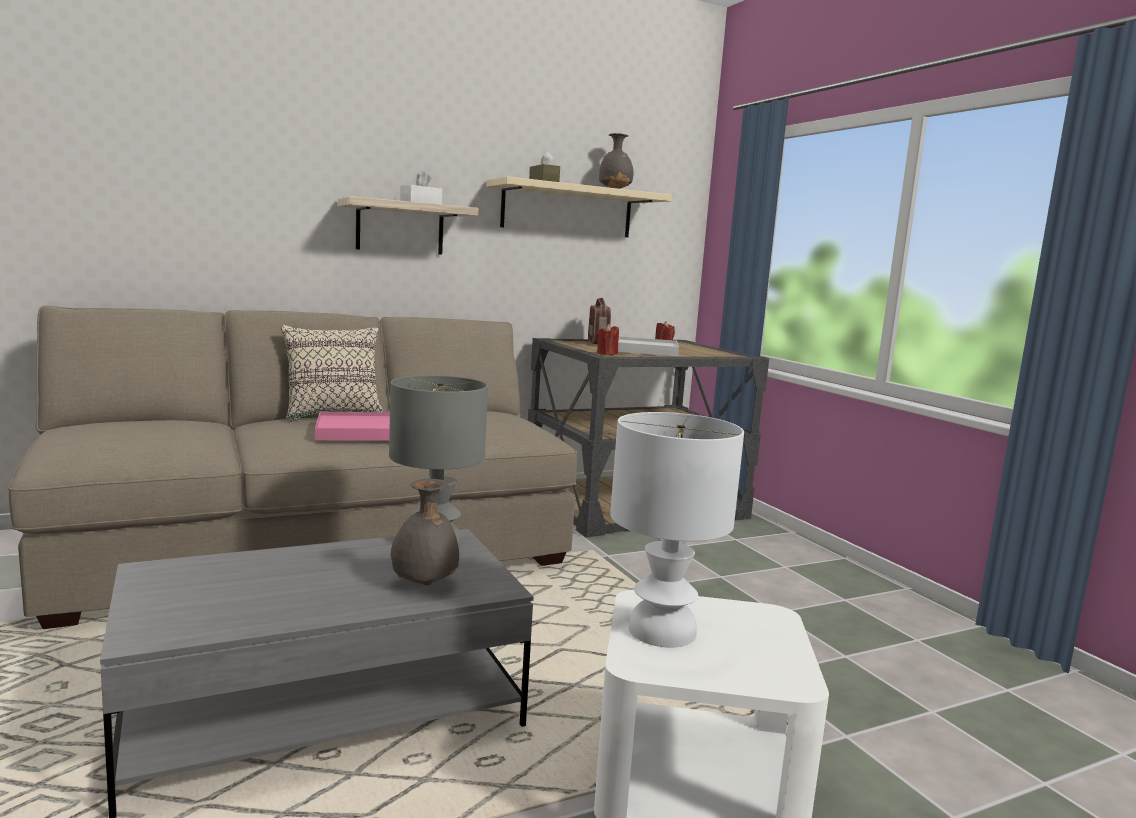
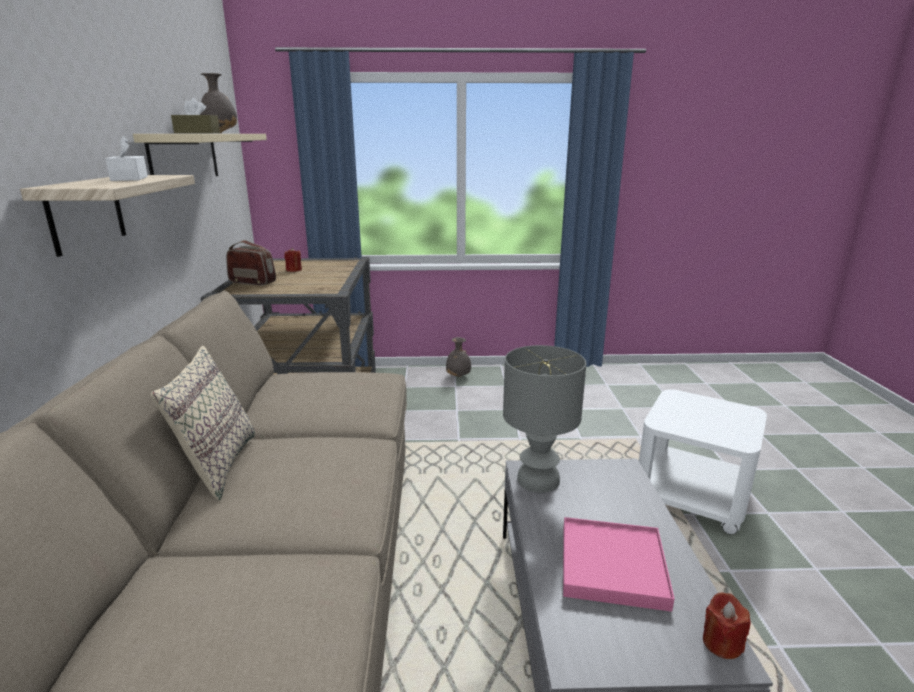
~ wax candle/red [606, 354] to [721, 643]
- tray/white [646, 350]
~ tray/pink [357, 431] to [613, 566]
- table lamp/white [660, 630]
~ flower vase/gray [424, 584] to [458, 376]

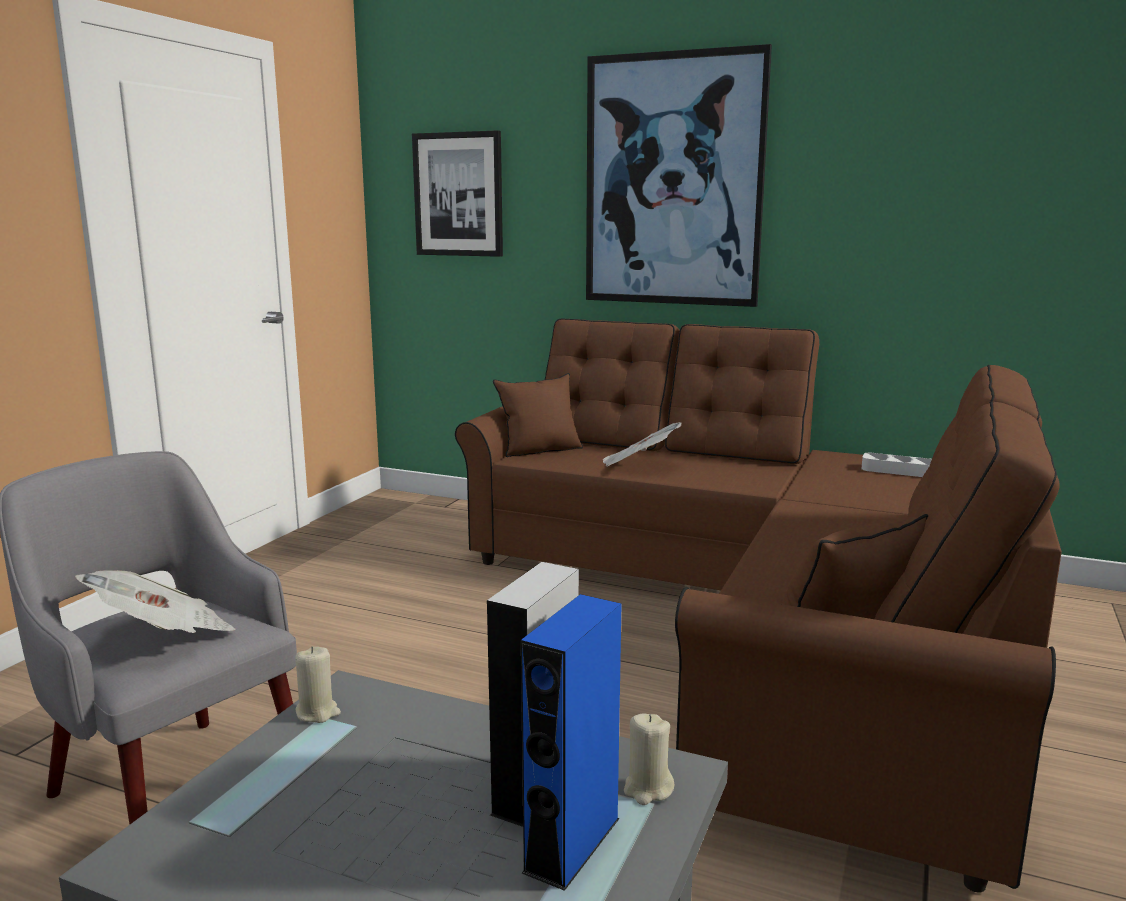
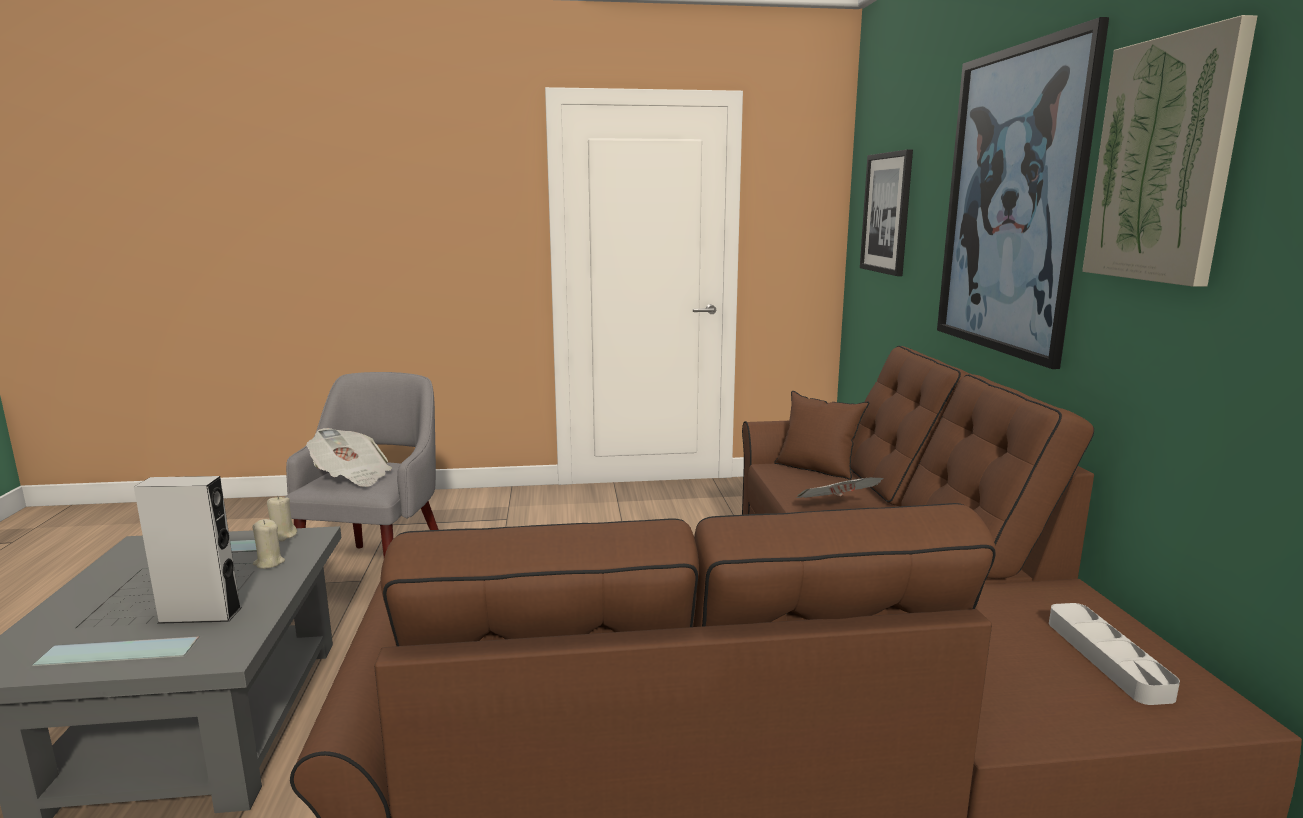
- audio speaker/blue [572, 844]
~ wax candle/sand-coloured [647, 789] to [269, 563]
+ picture [1164, 161]

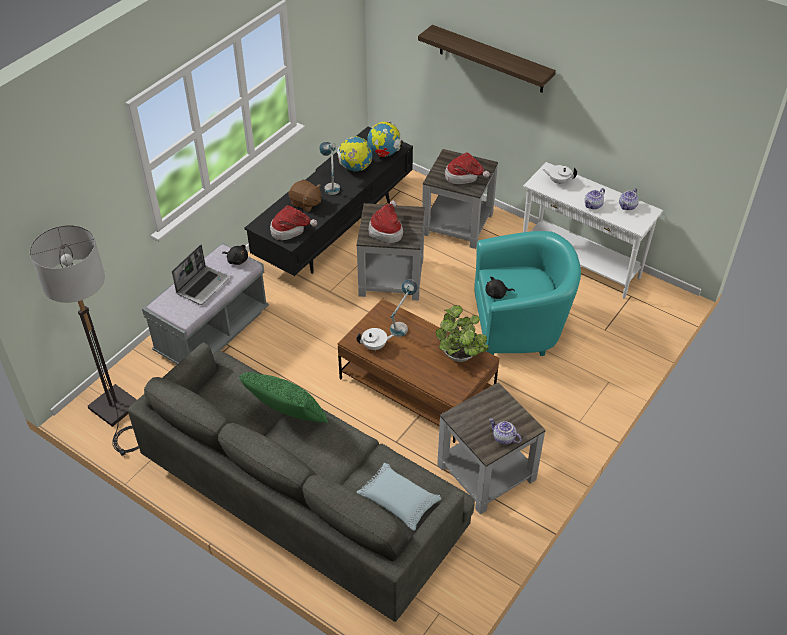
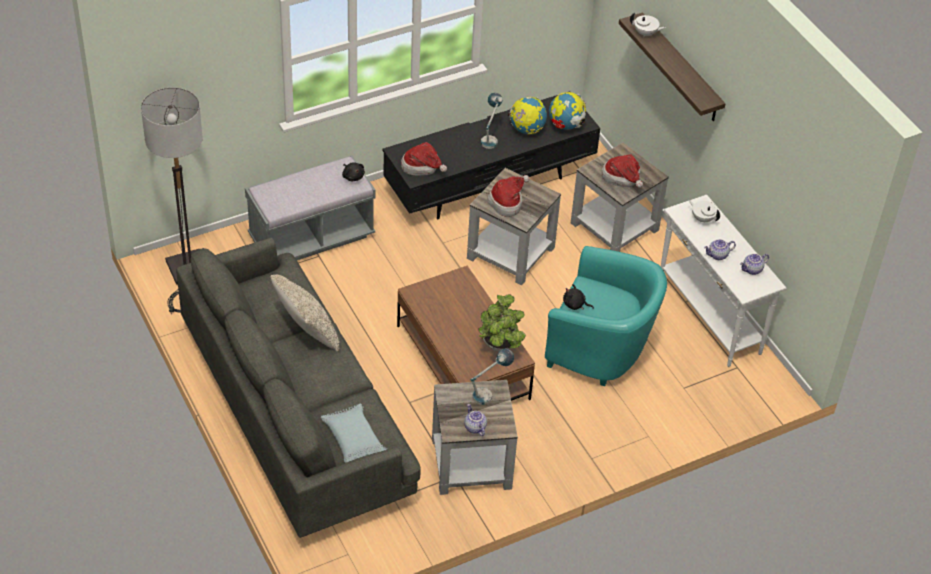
- cuddly toy/brownish [305, 204]
- portable computer [203, 285]
~ table lamp [402, 325] to [489, 393]
~ tea pot/white [375, 346] to [645, 33]
~ pillow/green [287, 418] to pillow/sand-coloured [307, 333]

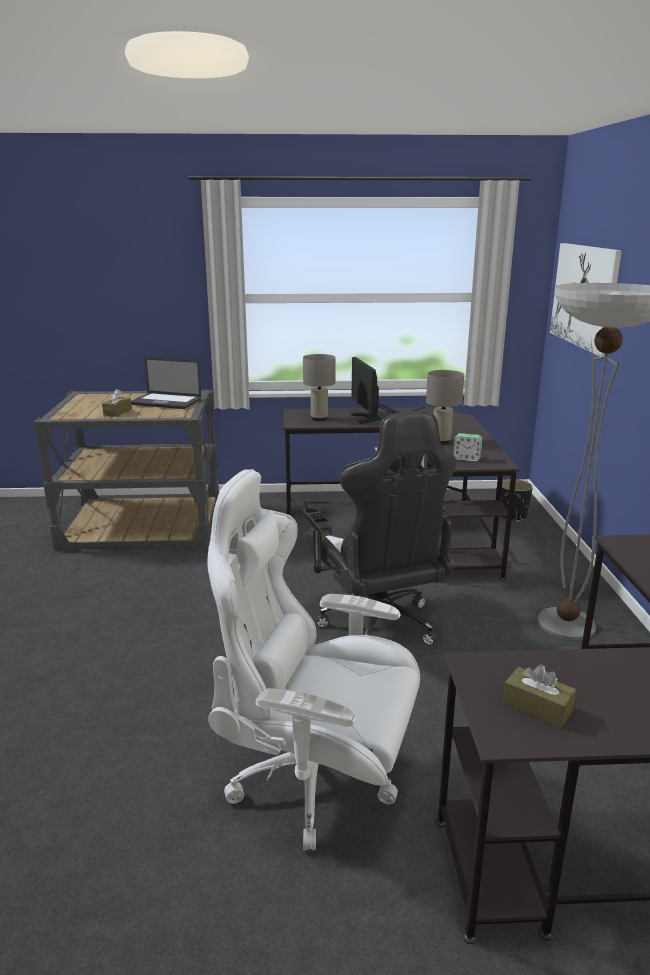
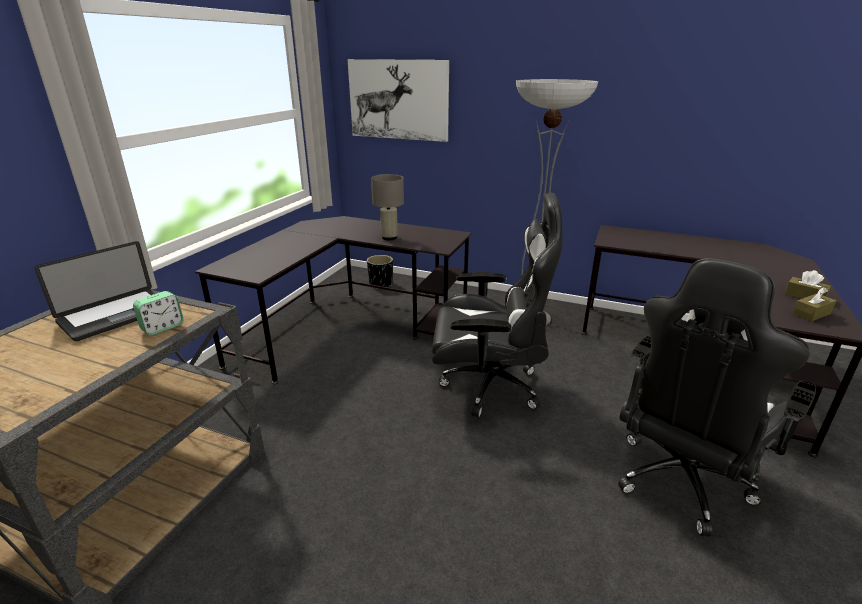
- table lamp/gray [318, 419]
- computer display [377, 417]
~ box of tissues/brownish [117, 412] to [805, 296]
~ table clock [466, 458] to [162, 327]
~ desk chair/white [321, 783] to desk chair/black-coloured [683, 476]

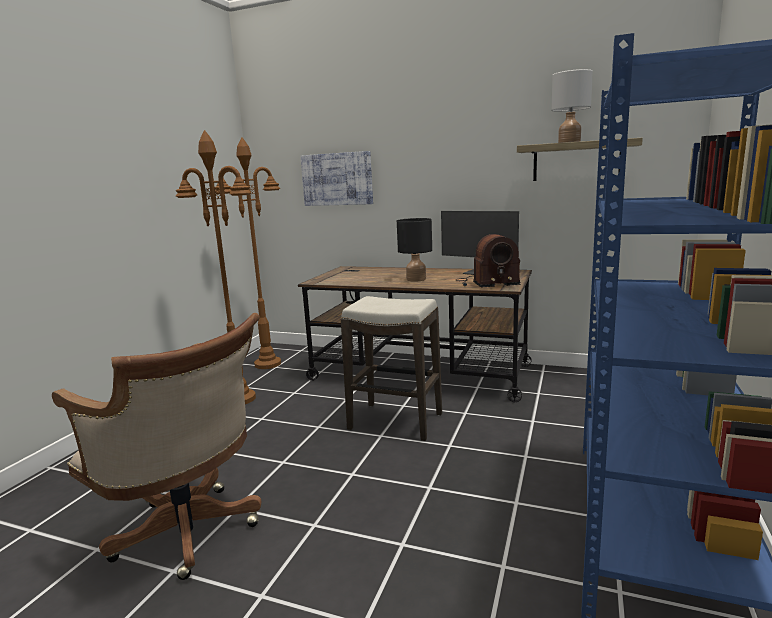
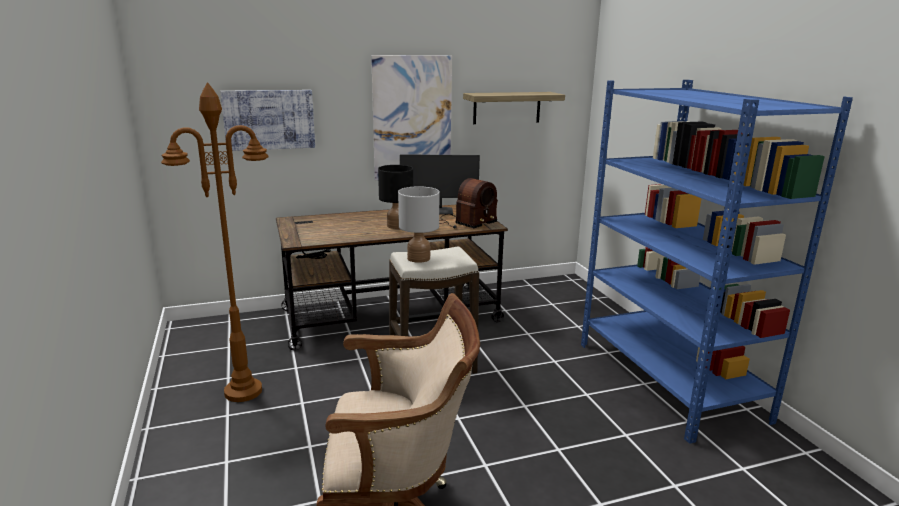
~ table lamp/gray [569, 142] to [418, 258]
- standing lamp/brownish [268, 364]
+ picture [412, 118]

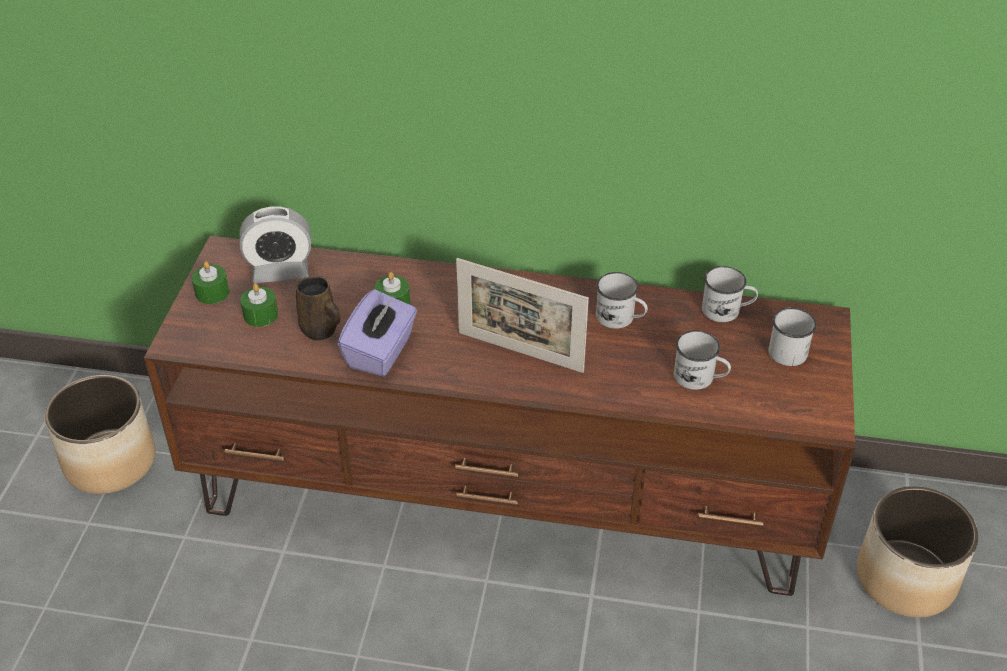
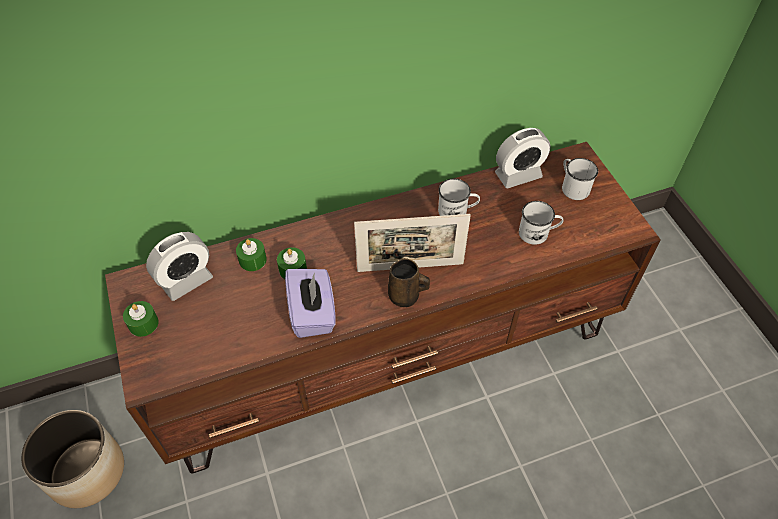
~ mug/white [727, 310] to table clock [518, 175]
~ mug/brownish [321, 331] to [405, 297]
~ wax candle/green [260, 315] to [252, 260]
- plant pot [906, 579]

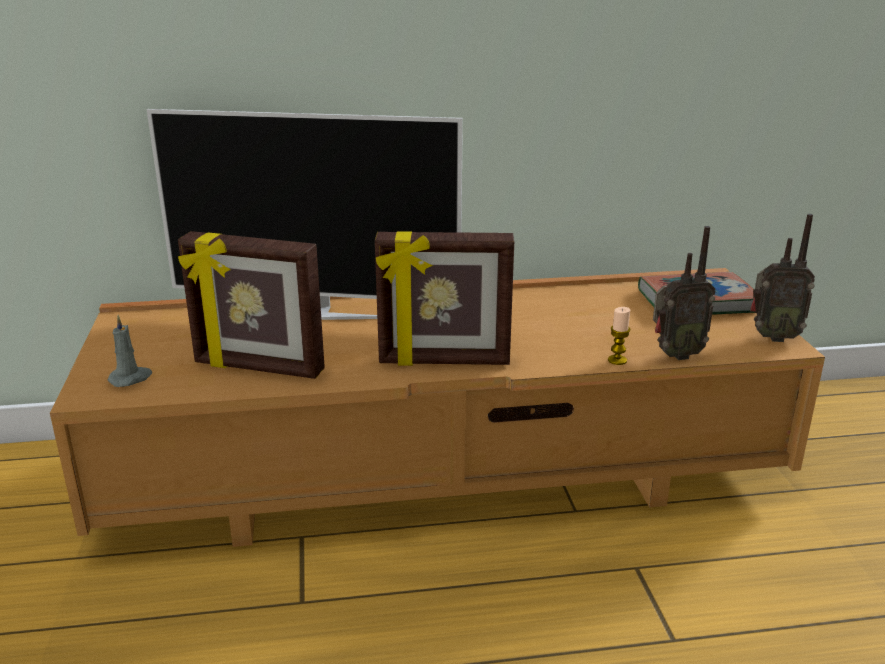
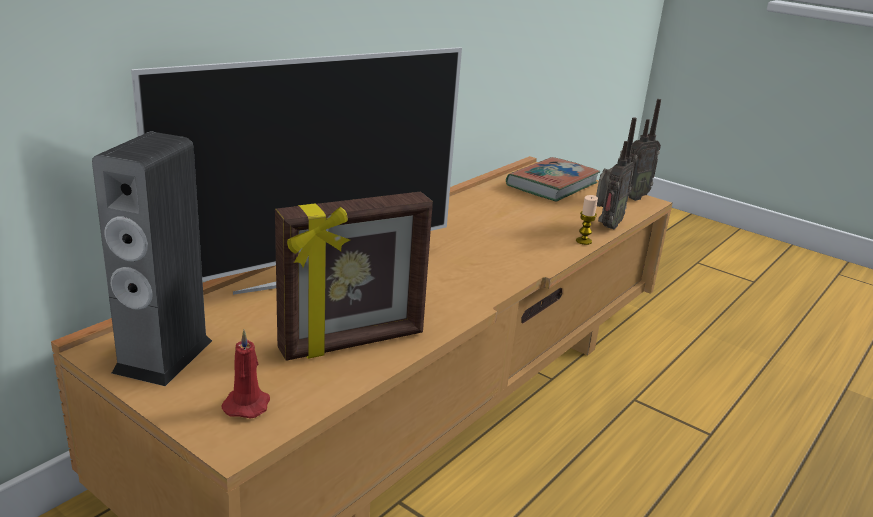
- picture frame [444, 362]
~ wax candle/gray [131, 378] to wax candle/red [247, 404]
+ audio speaker [163, 356]

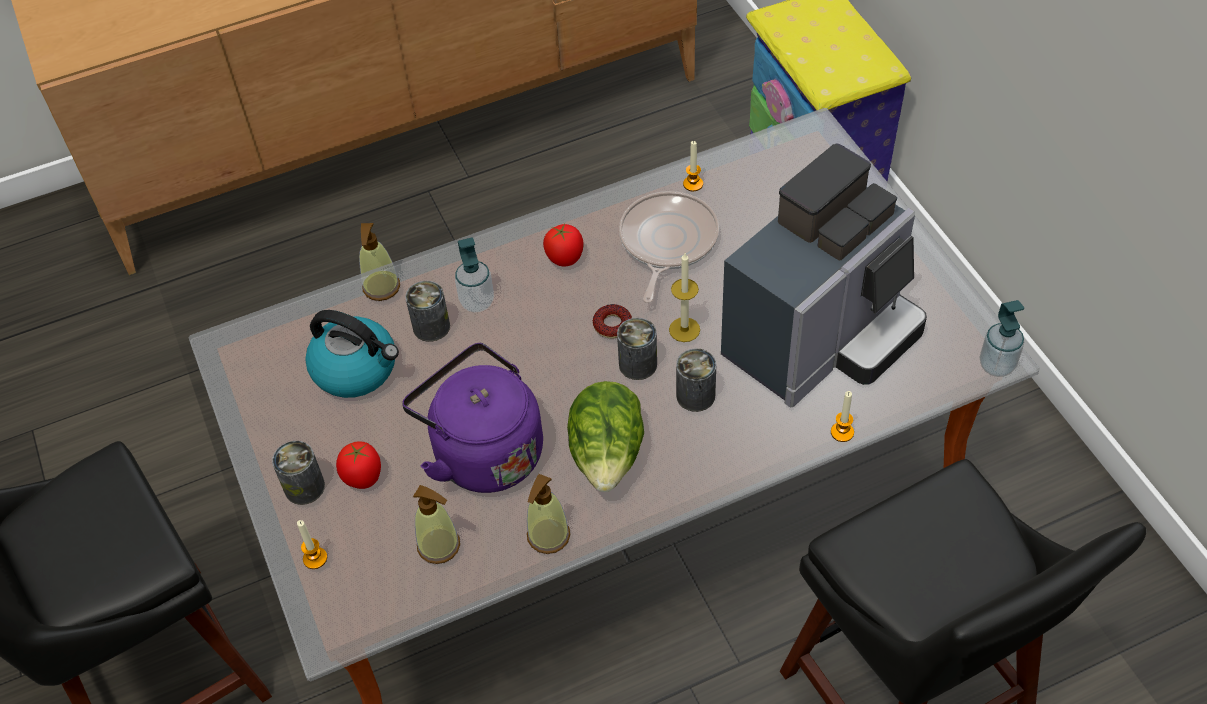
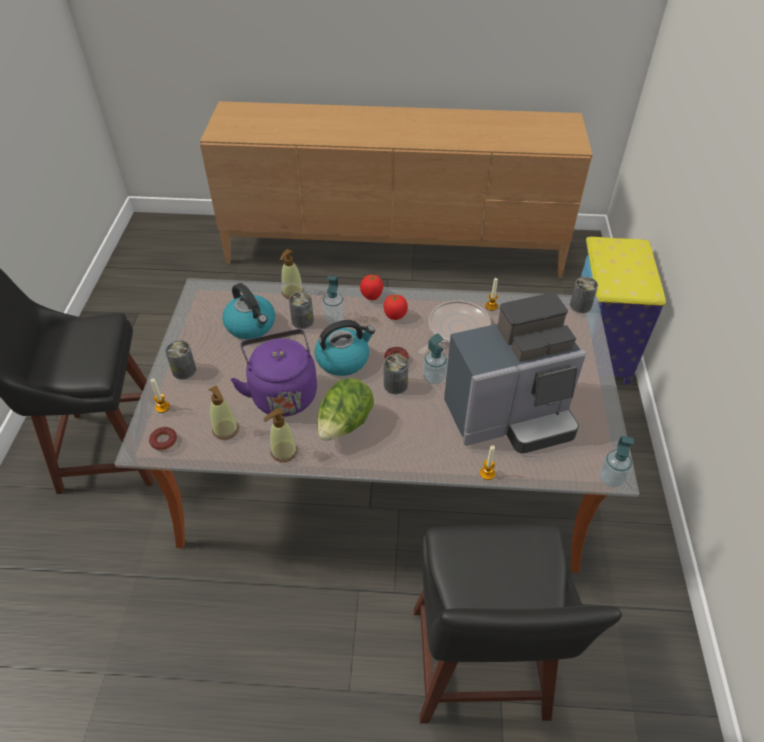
~ wax candle [684, 329] to liquid soap bottle [434, 378]
~ sealed can [695, 395] to [580, 305]
~ fresh tomato [363, 477] to [371, 296]
+ tea kettle [343, 359]
+ donut [164, 441]

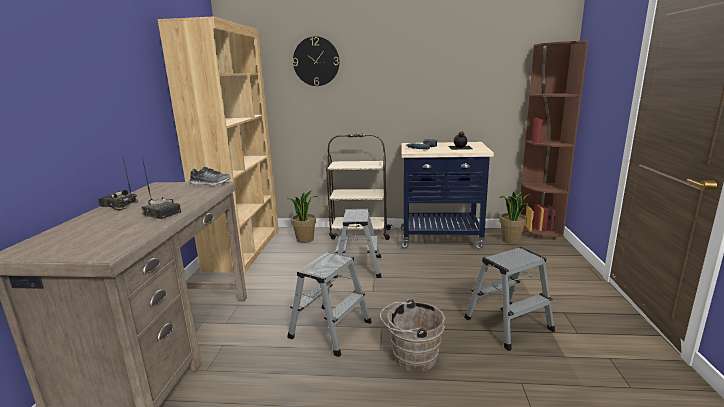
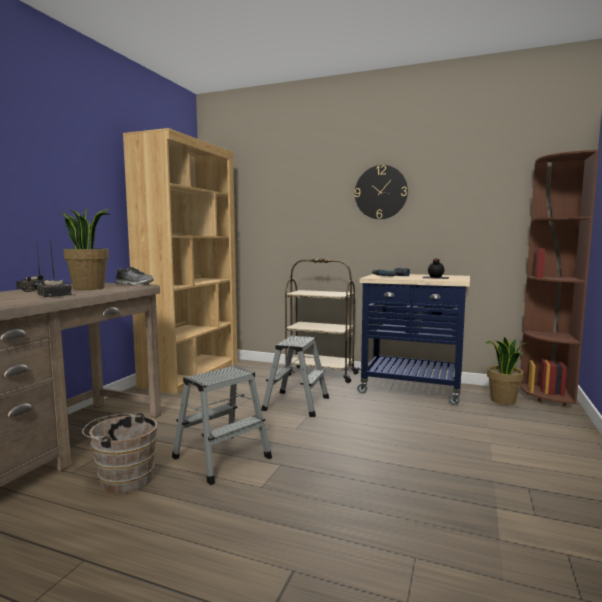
~ clock on the wall [316, 61] to [381, 192]
~ plant in a pot [305, 239] to [89, 288]
- stepladder/gray [508, 324]
~ water bucket/brownish [411, 357] to [123, 479]

